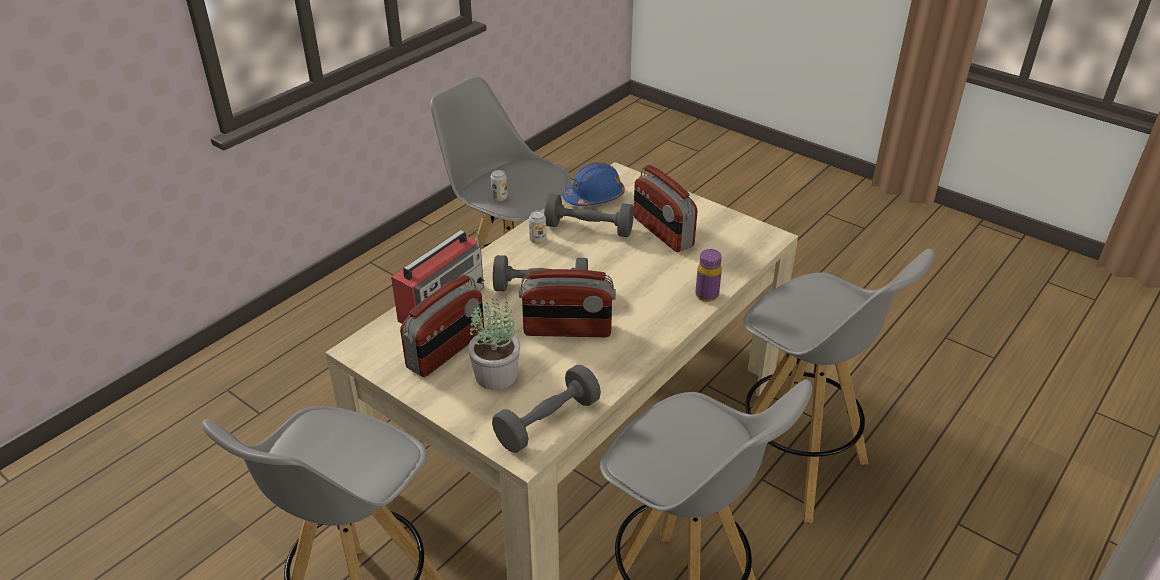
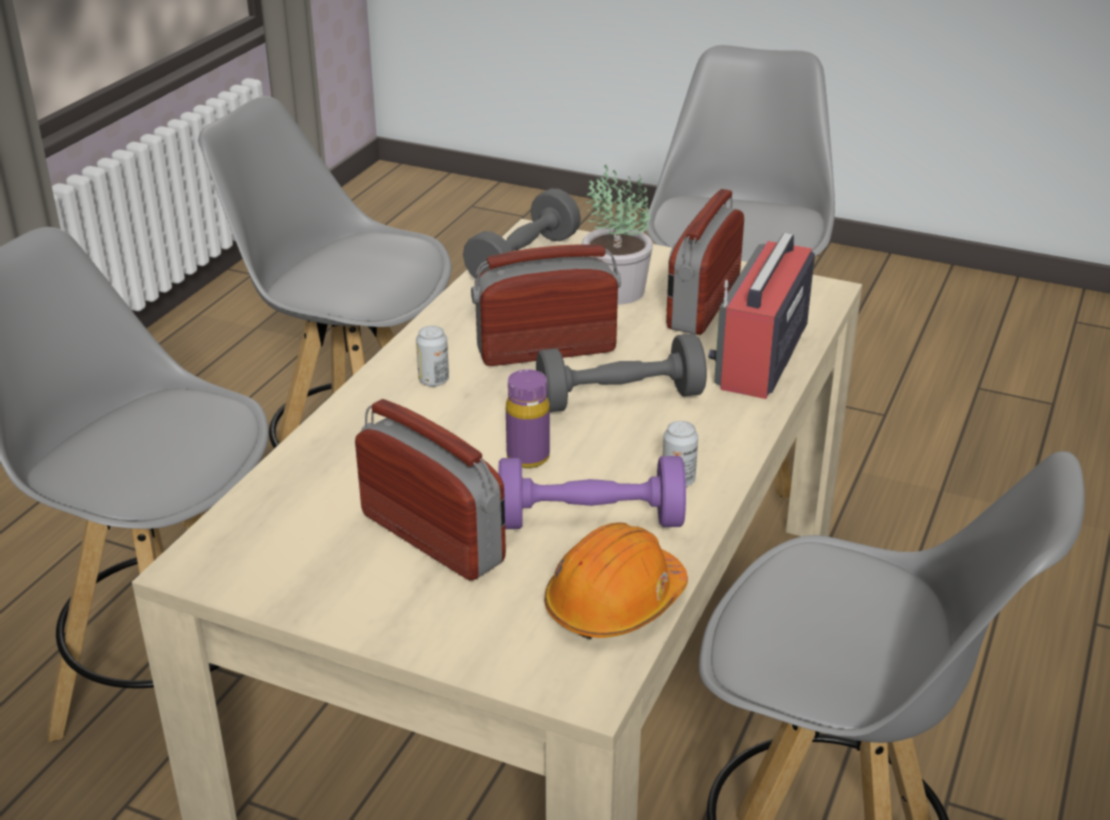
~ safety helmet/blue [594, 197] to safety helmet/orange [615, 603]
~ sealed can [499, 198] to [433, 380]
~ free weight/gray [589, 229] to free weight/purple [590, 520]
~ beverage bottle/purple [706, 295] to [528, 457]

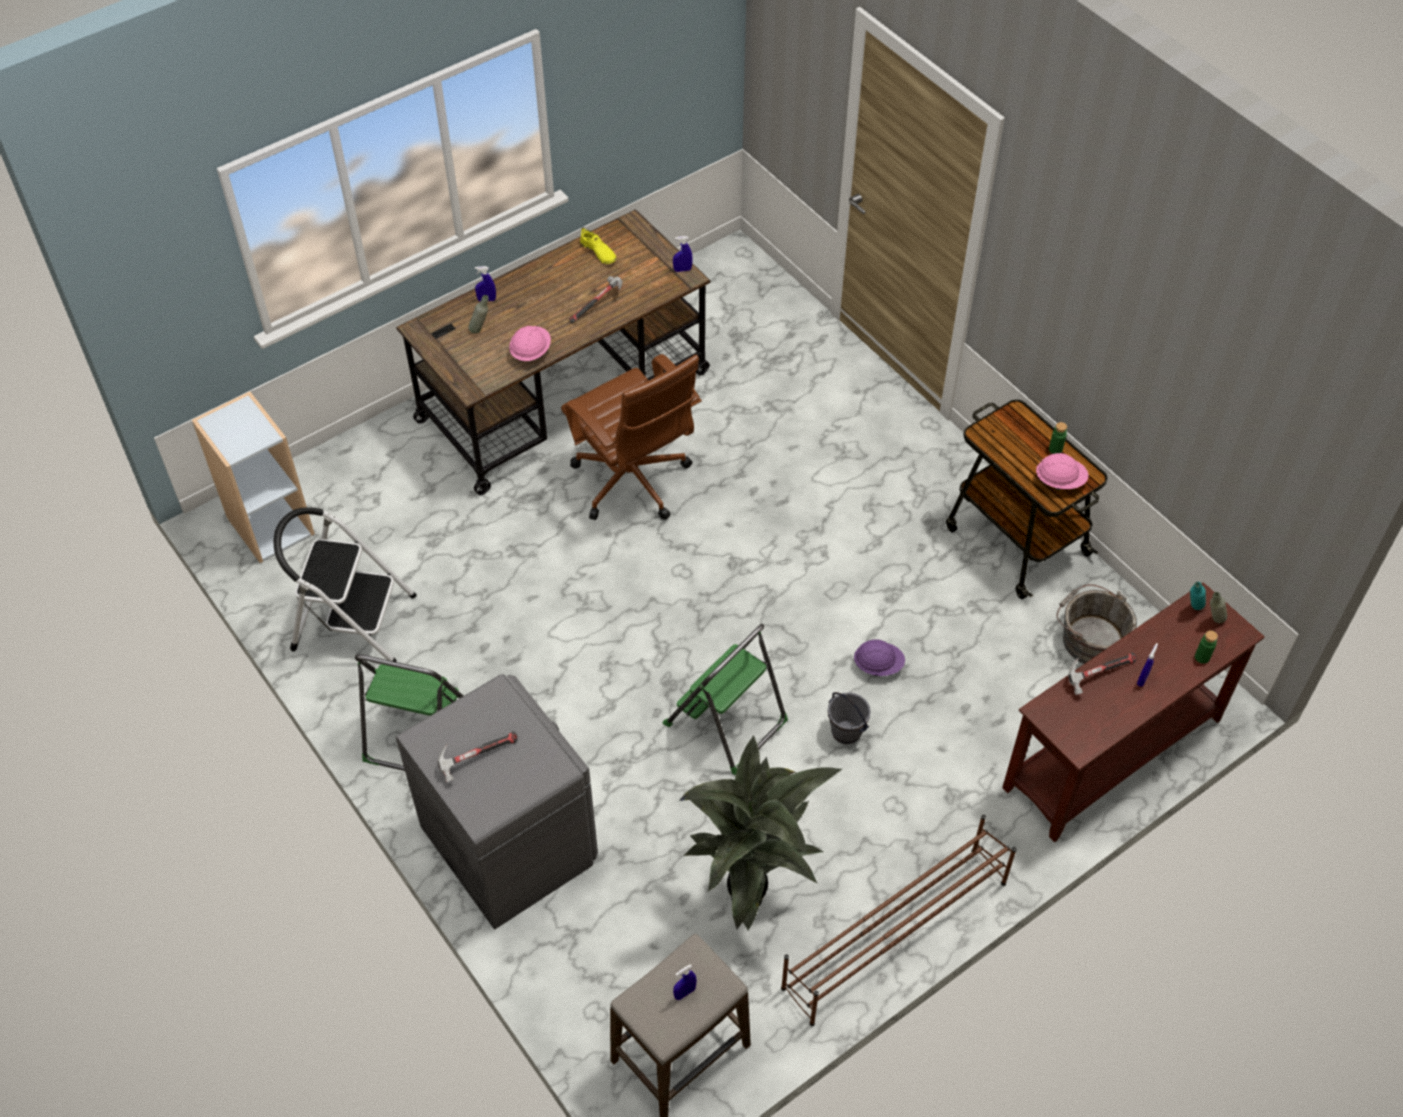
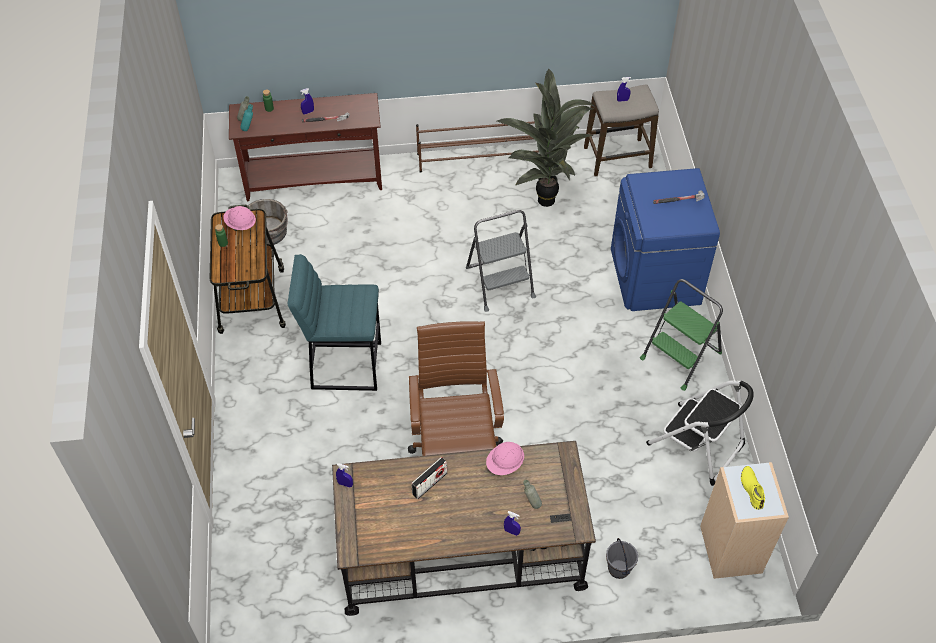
~ item of footwear/yellow [598, 252] to [752, 489]
~ tool hammer [598, 304] to radio receiver [429, 483]
~ stepladder/green [729, 724] to stepladder/gray [499, 279]
- safety helmet/purple [878, 665]
~ washing machine/gray [511, 840] to washing machine/blue [654, 276]
~ water bucket/gray [845, 733] to [619, 569]
+ sitting stool/turquoise-coloured [344, 365]

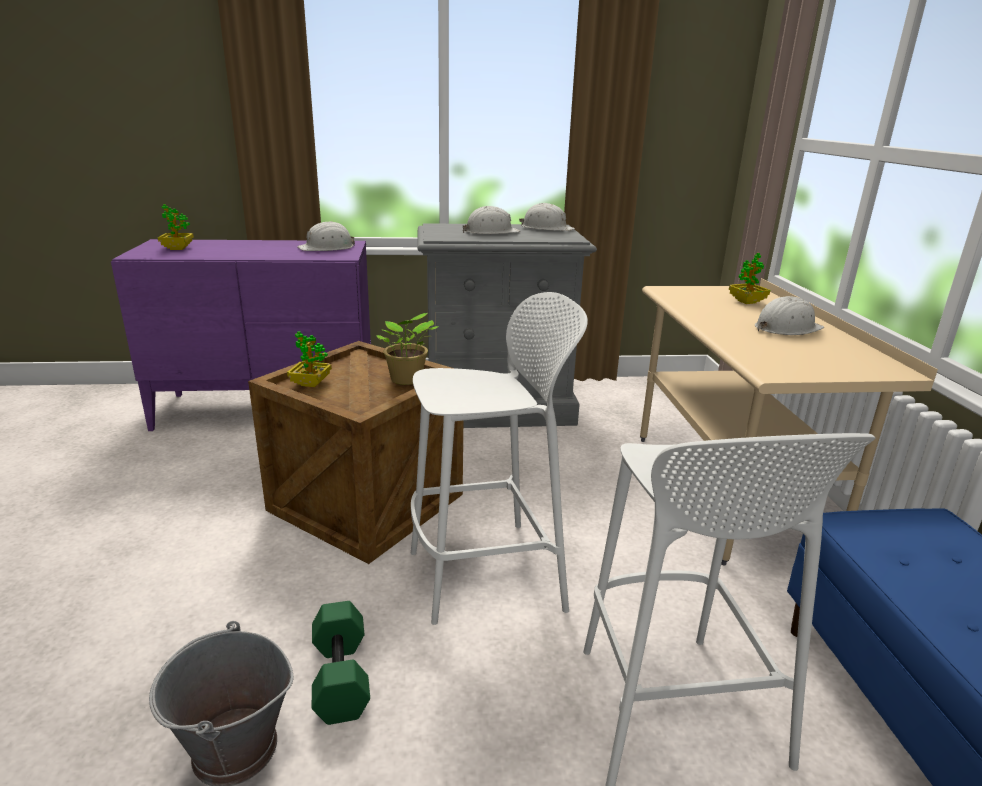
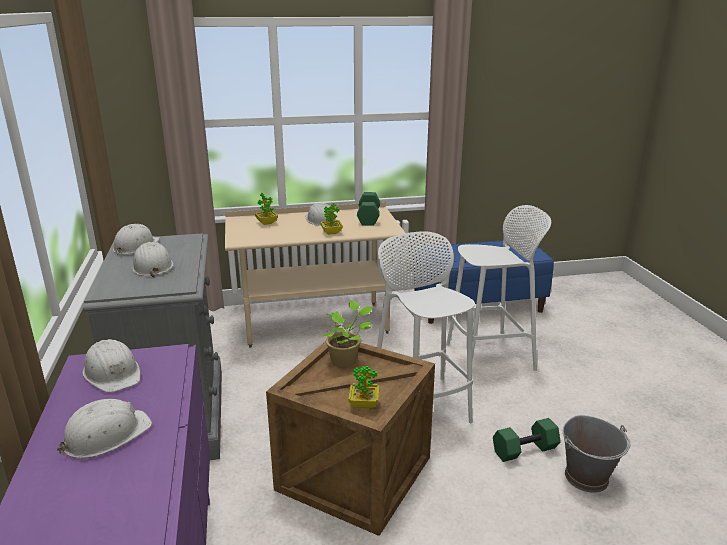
~ plant in a pot [178, 248] to [331, 232]
+ free weight/green [368, 217]
+ safety helmet/white [106, 435]

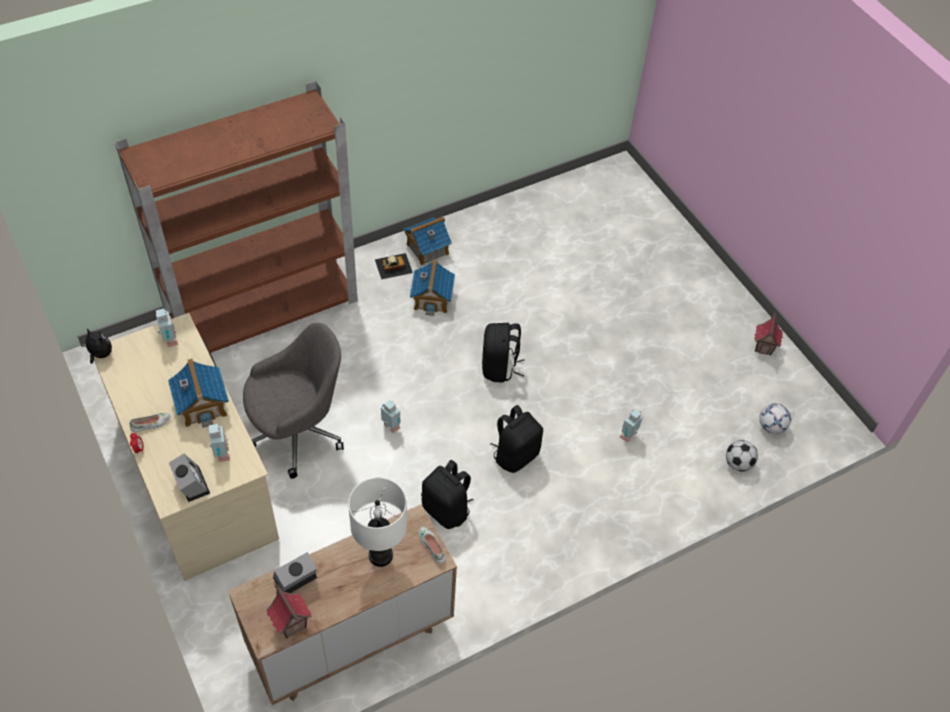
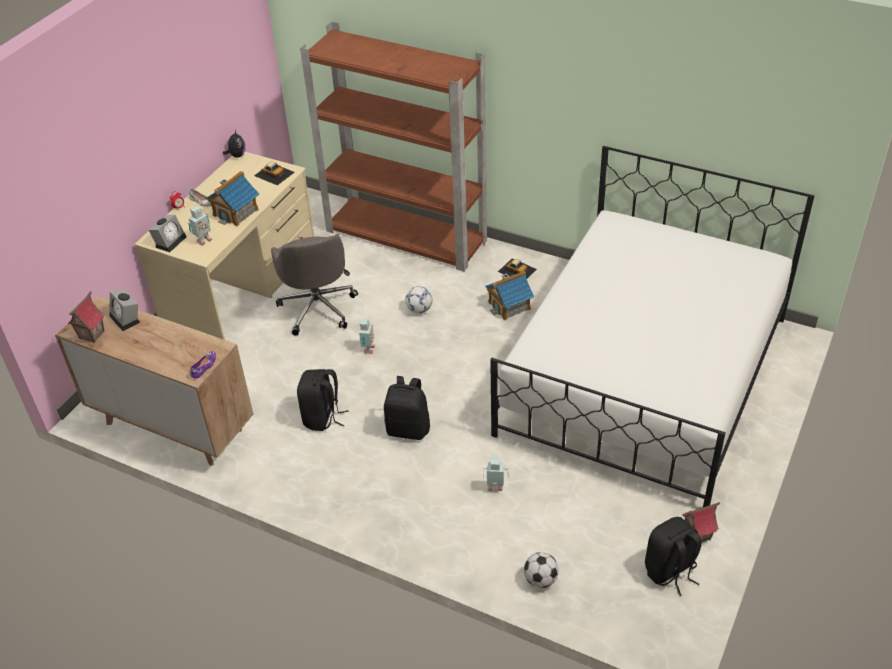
- miniature house [427, 249]
~ toy robot [170, 341] to toy car [274, 173]
~ desk chair/gray [298, 434] = [318, 309] 45 degrees clockwise
~ backpack/black-coloured [499, 367] to [670, 571]
~ ball for football [771, 426] to [419, 309]
- table lamp/white [380, 555]
~ item of footwear/white [432, 546] to item of footwear/purple [204, 367]
~ table clock [295, 580] = [127, 319] 150 degrees counterclockwise
+ bed/white [645, 375]

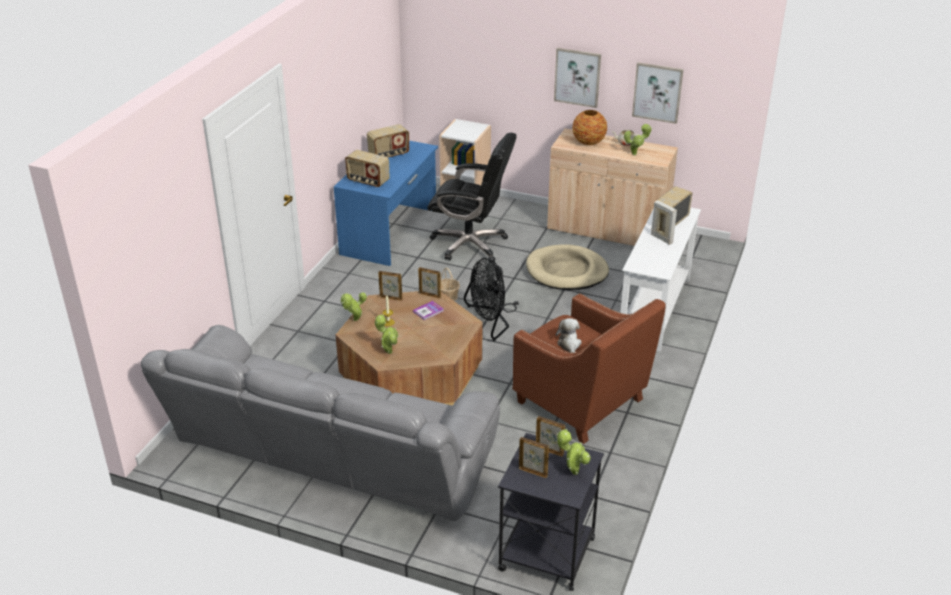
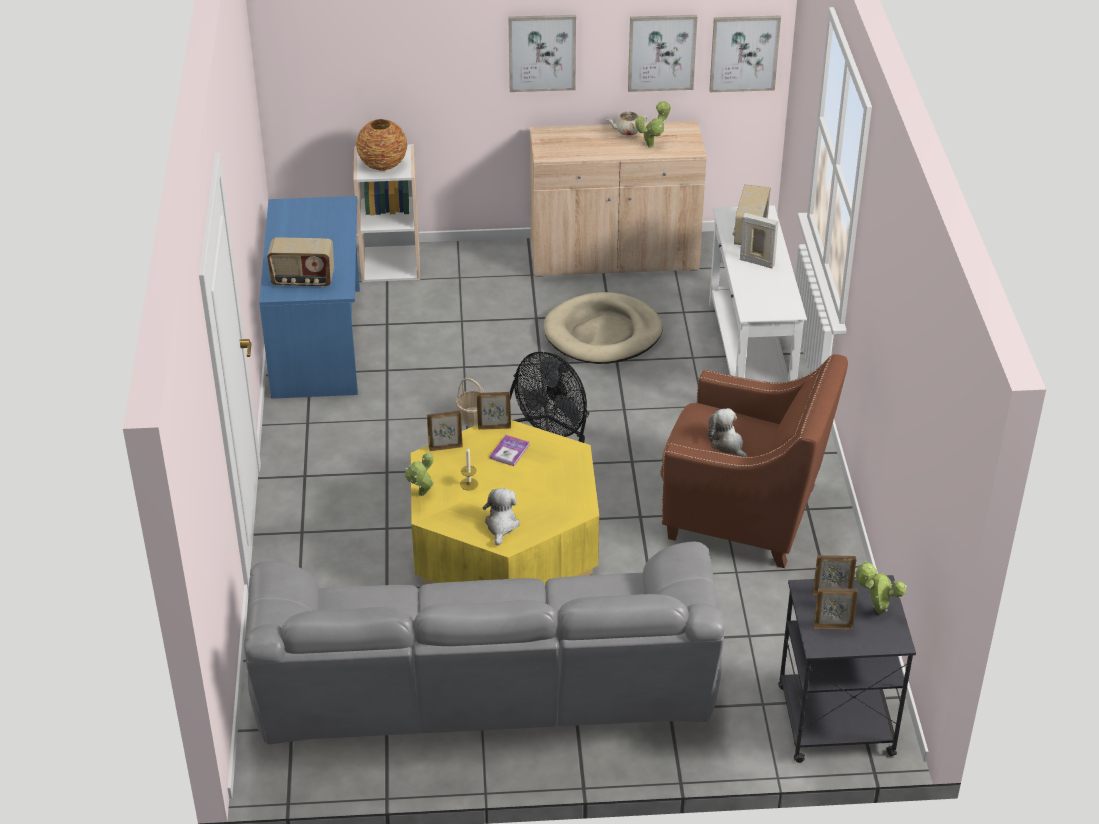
~ flower vase [588, 142] to [382, 165]
- radio receiver [389, 154]
- desk chair/black-coloured [470, 245]
~ coffee table/brownish [411, 373] to coffee table/yellow [504, 544]
~ plant in a pot [388, 351] to cuddly toy [501, 525]
+ picture [744, 53]

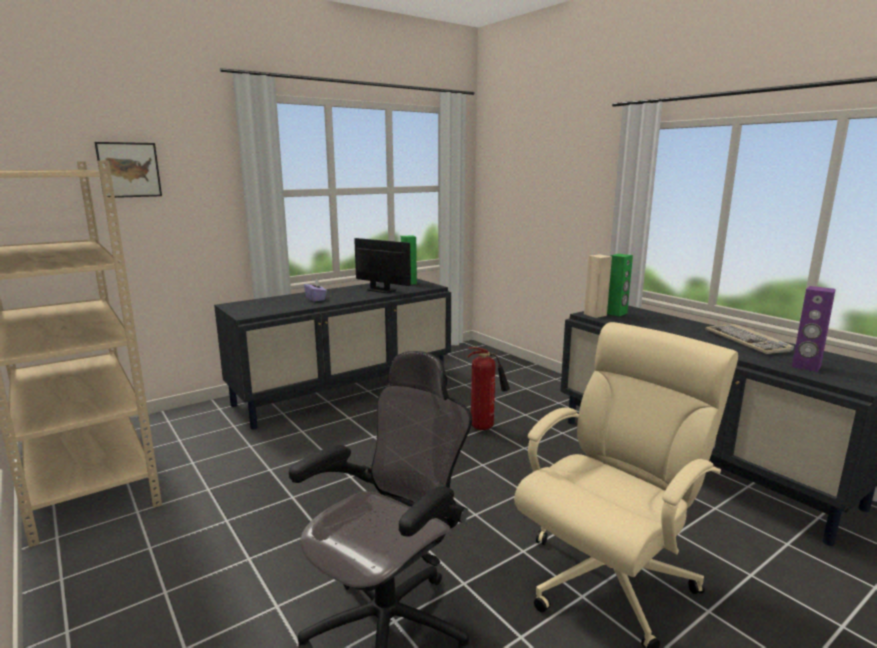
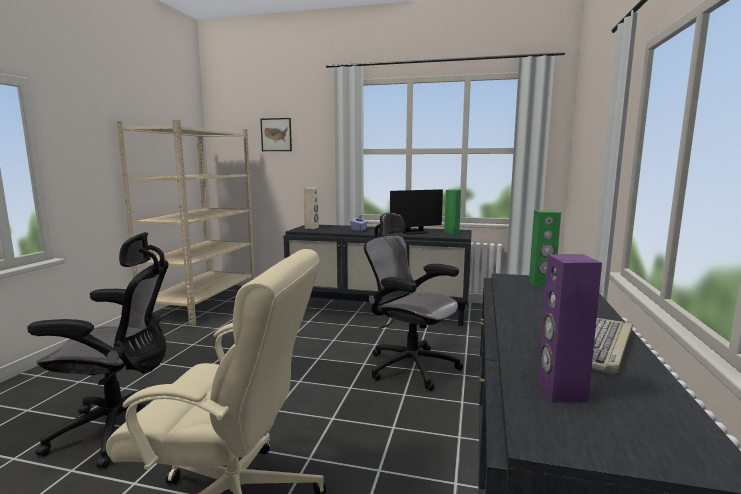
~ computer display [381, 290] = [415, 232] 75 degrees clockwise
~ audio speaker/sand-coloured [595, 314] to [312, 228]
~ fire extinguisher [485, 427] to desk chair [411, 367]

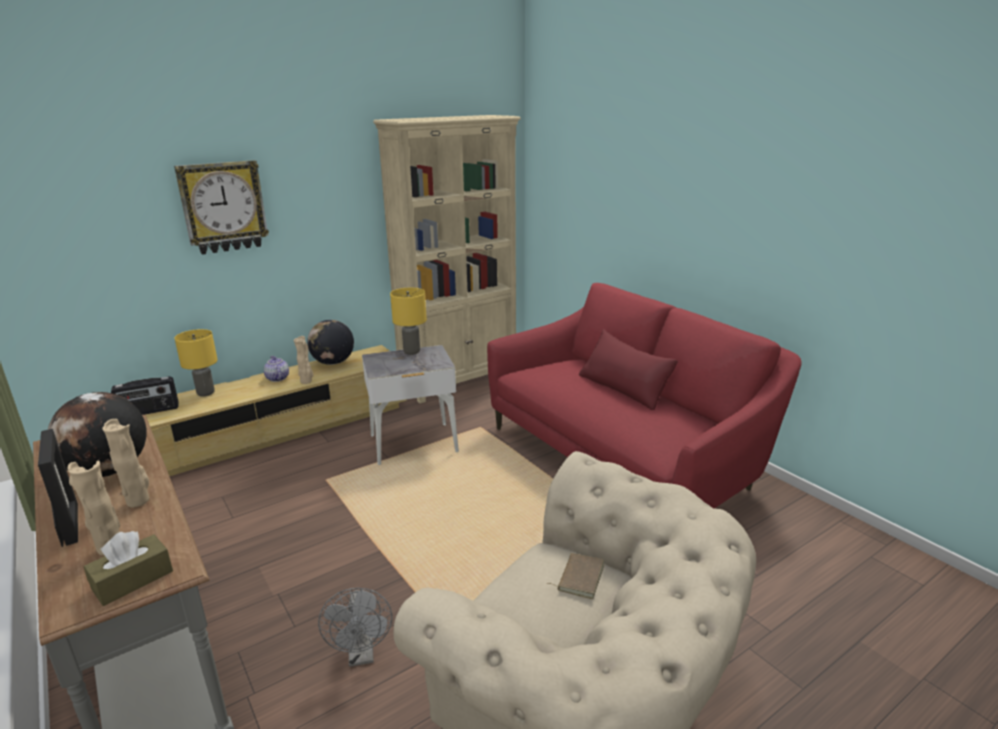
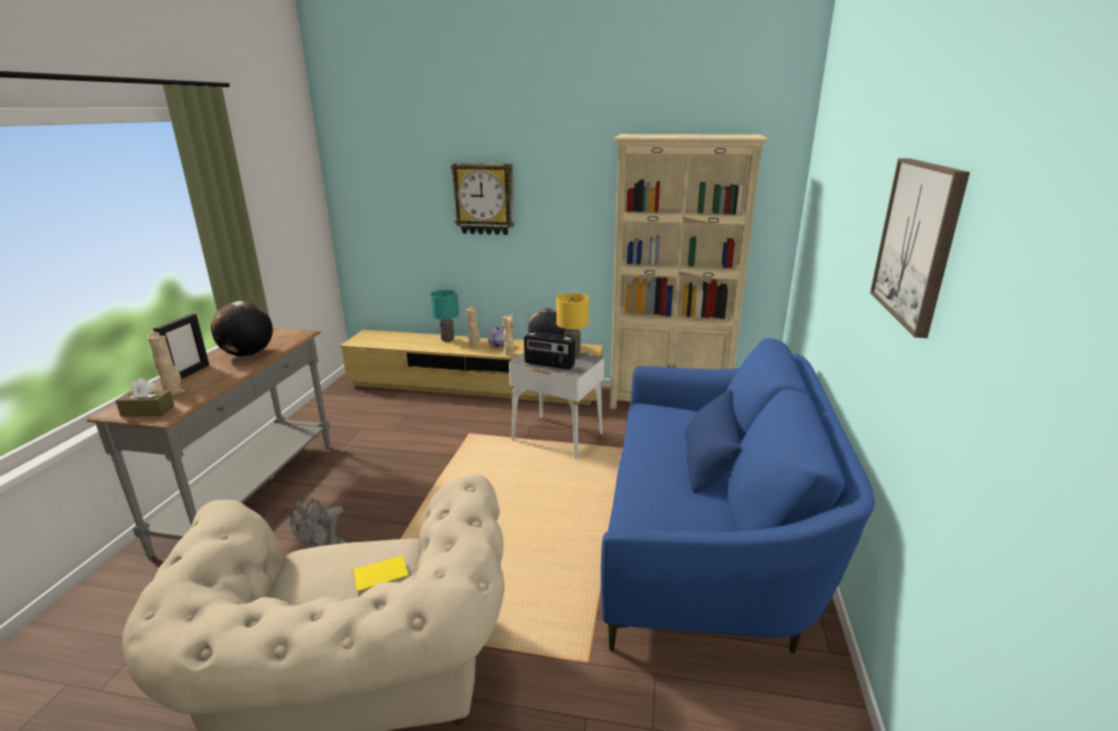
~ sofa/red [625, 458] to sofa/blue [707, 541]
~ table lamp/yellow [206, 393] to table lamp/turquoise-coloured [448, 340]
~ radio receiver [149, 411] to [549, 364]
~ flower vase/sand-coloured [139, 501] to [474, 344]
~ book/brownish [579, 577] to book/yellow [381, 576]
+ picture [917, 242]

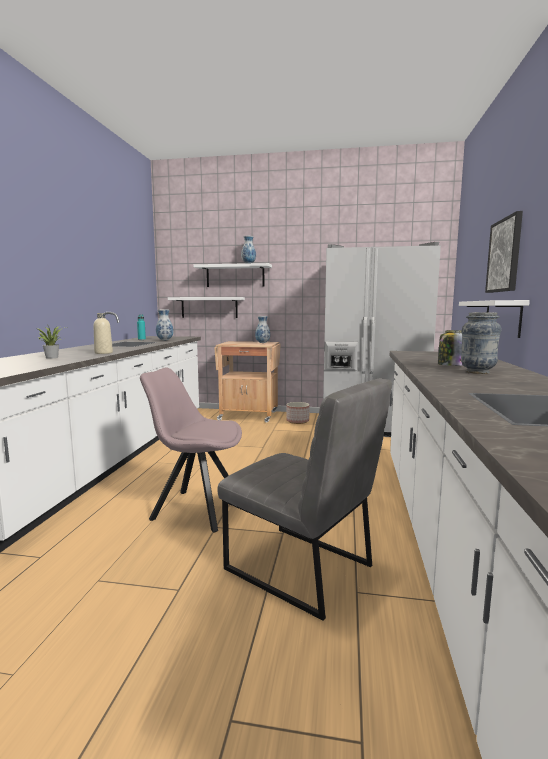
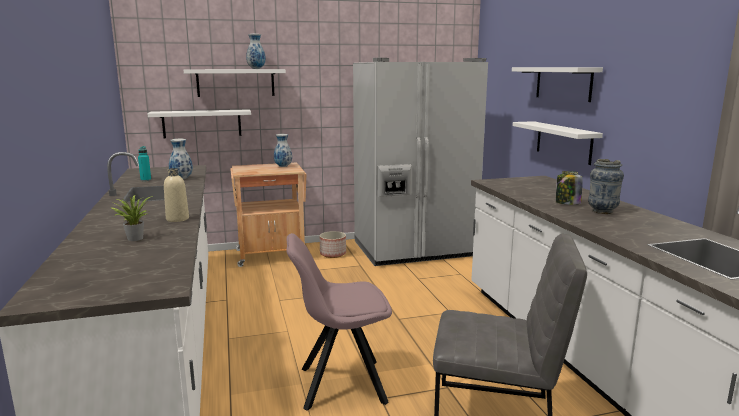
~ picture [505, 255] to bracket shelf/white [563, 83]

